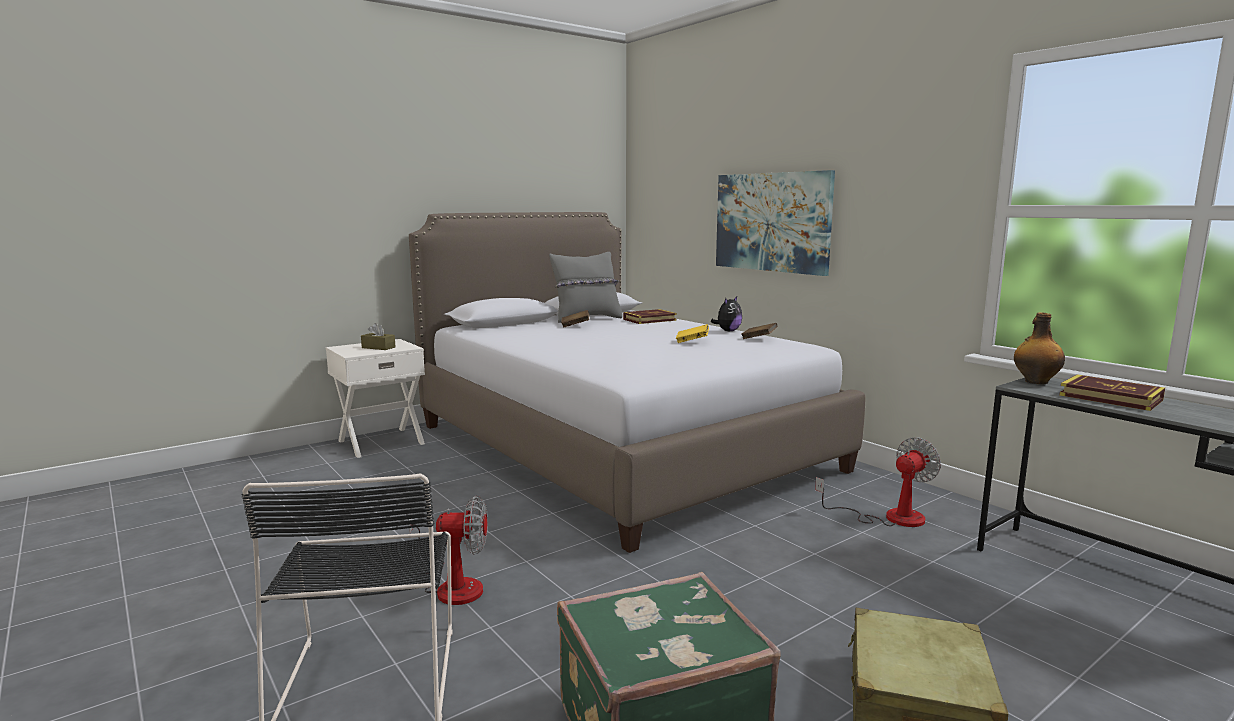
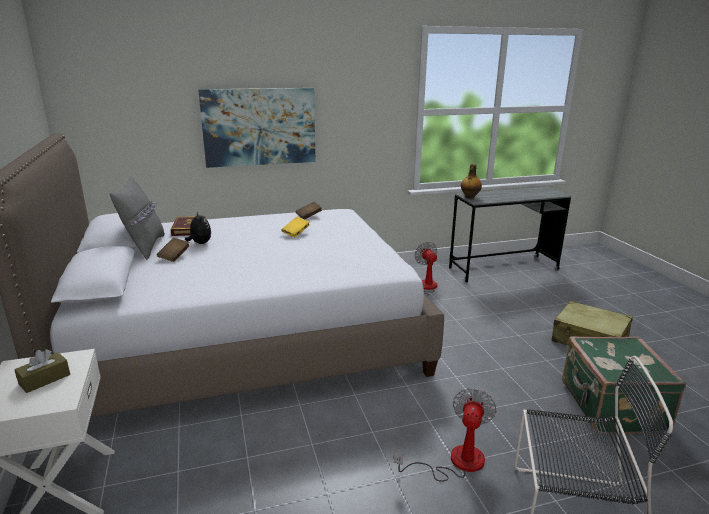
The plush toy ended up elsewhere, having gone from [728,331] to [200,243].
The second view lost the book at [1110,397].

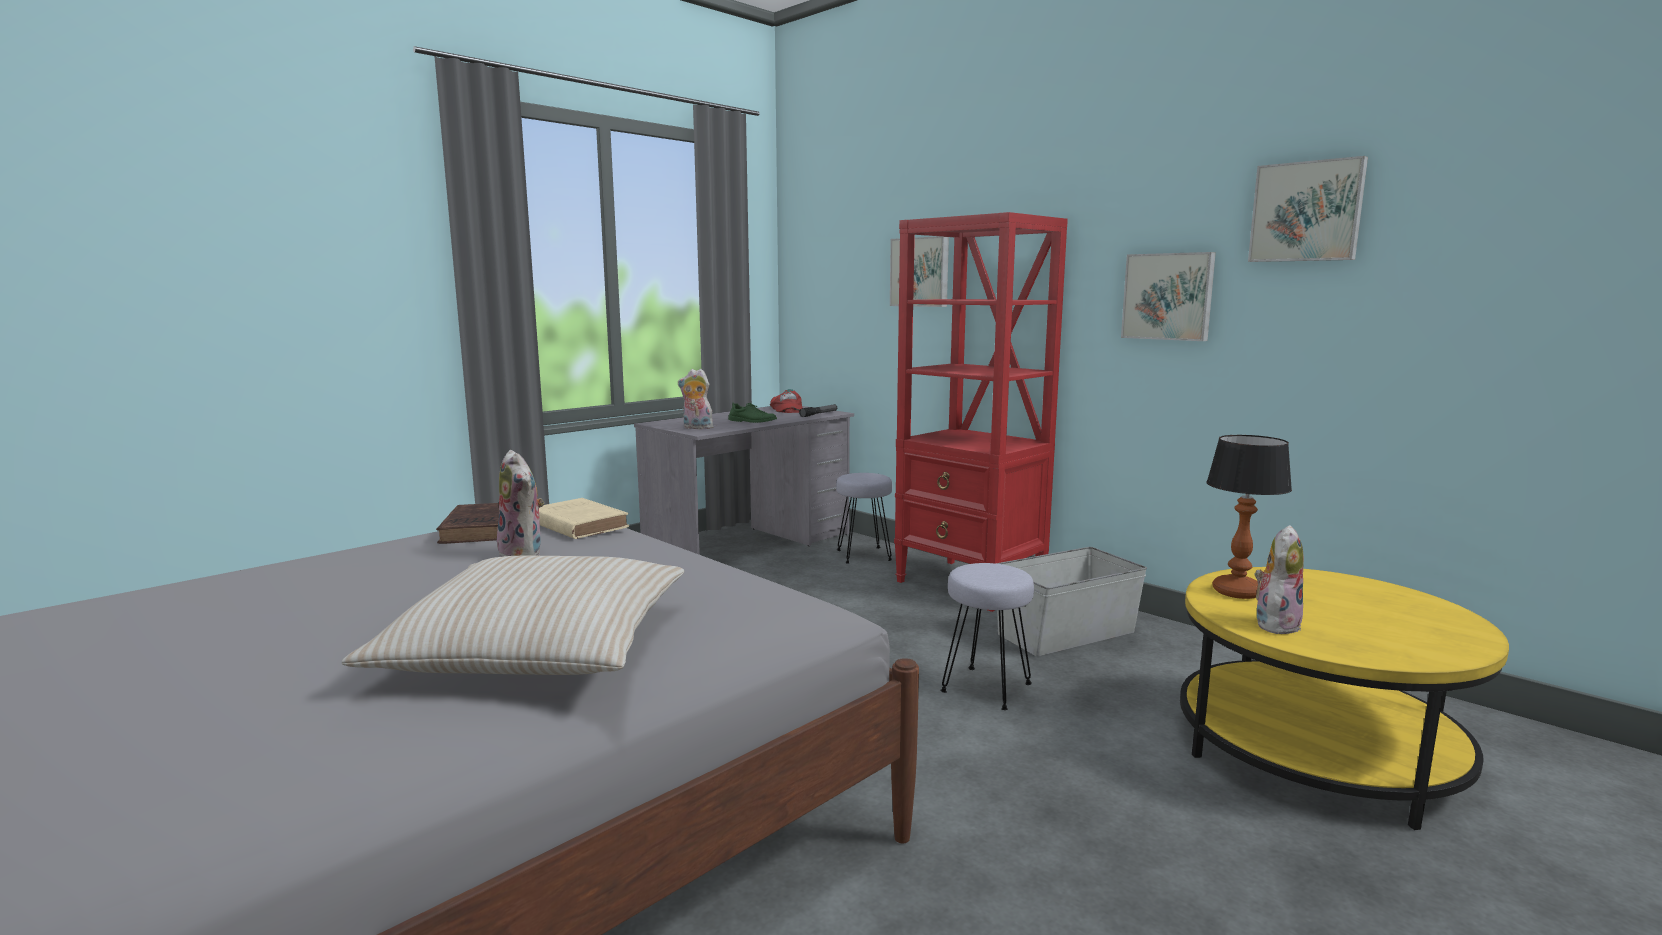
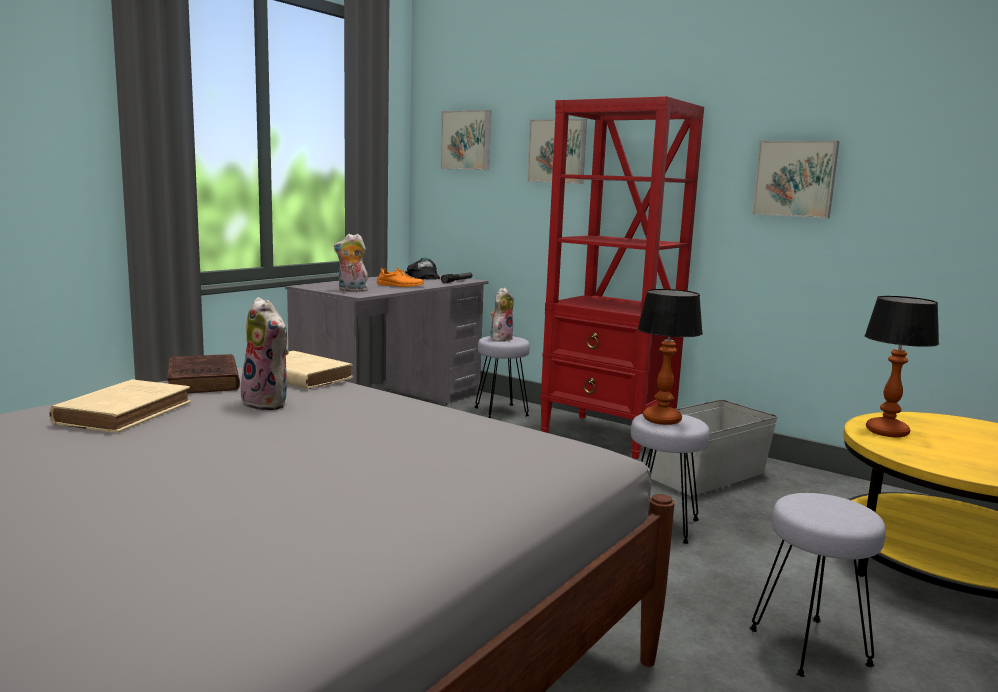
The picture ended up elsewhere, having gone from [1307,212] to [467,140].
What was the red cap at [787,409] turned into the black cap at [423,276].
What was the green shoe at [752,421] turned into the orange shoe at [400,285].
The plush toy ended up elsewhere, having gone from [1275,624] to [500,339].
The second view lost the beige pillow at [539,646].
The second view gained the table lamp at [661,420].
The second view gained the beige book at [127,412].
The second view gained the grey stool at [811,647].

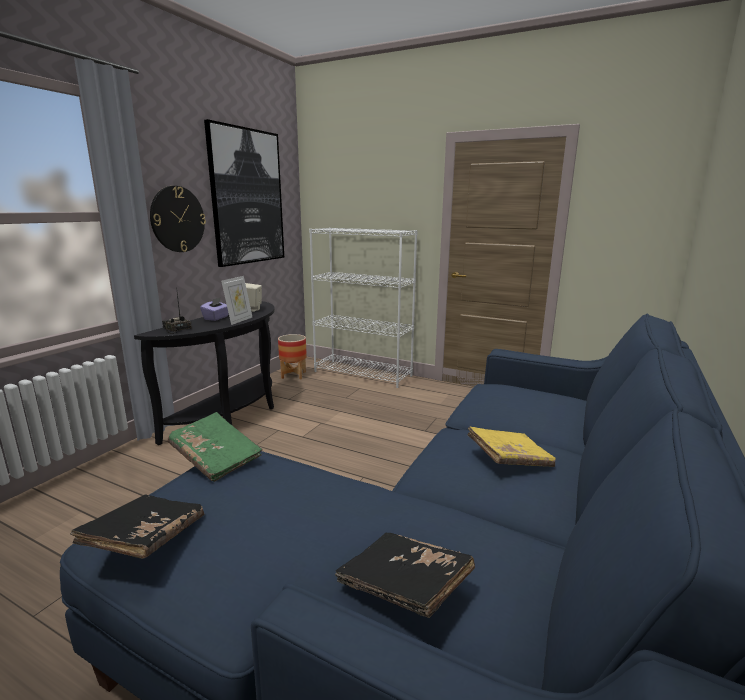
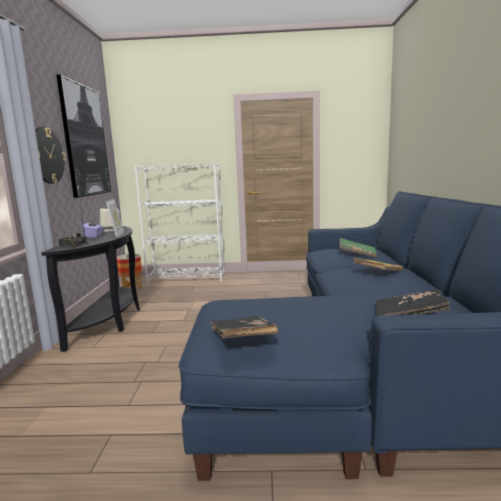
The green book ended up elsewhere, having gone from [216,457] to [357,254].

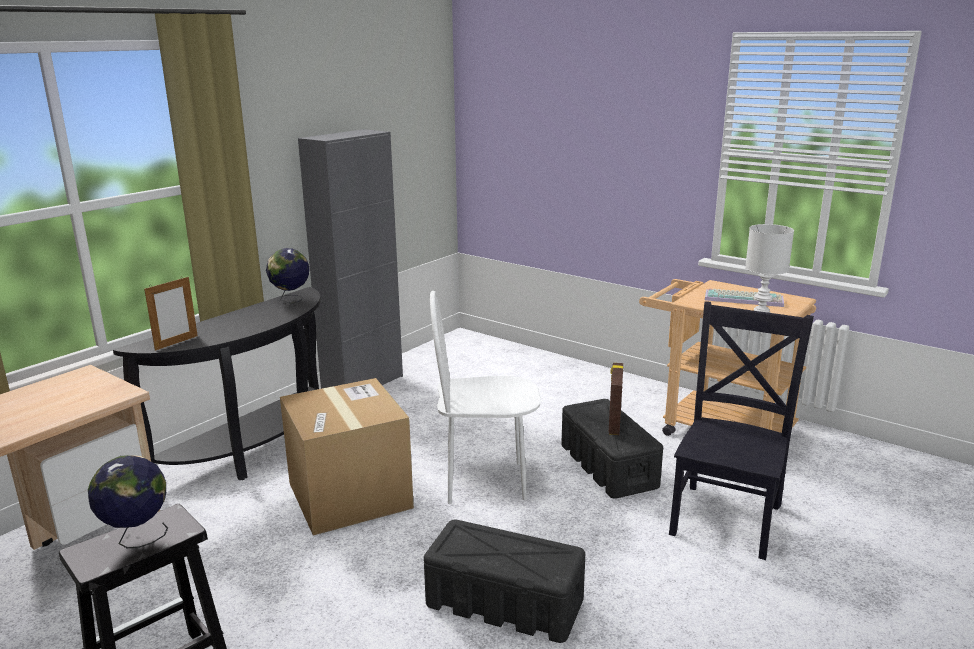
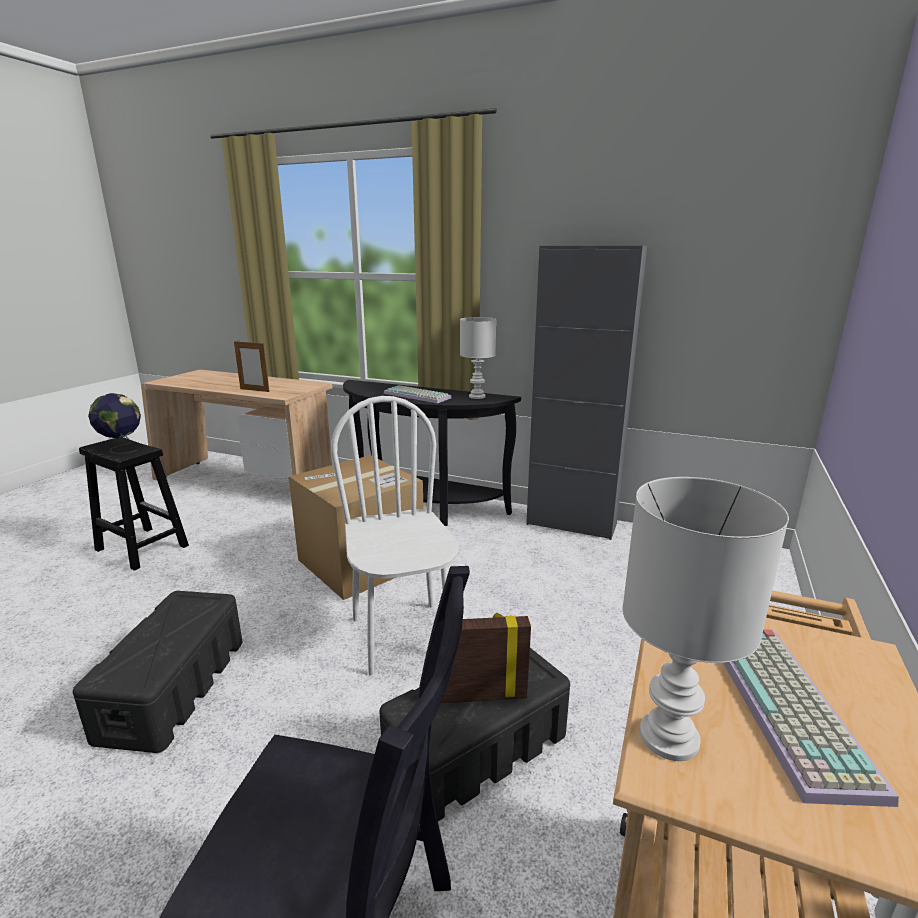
Where the globe stood at [291,300], the white table lamp came to stand at [477,397].
The picture frame ended up elsewhere, having gone from [176,343] to [254,390].
The second view gained the keyboard at [418,395].

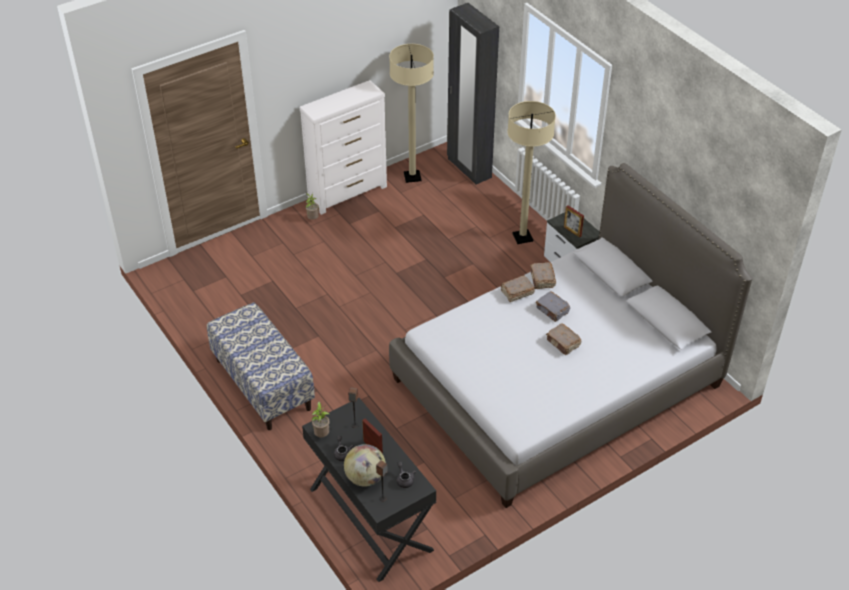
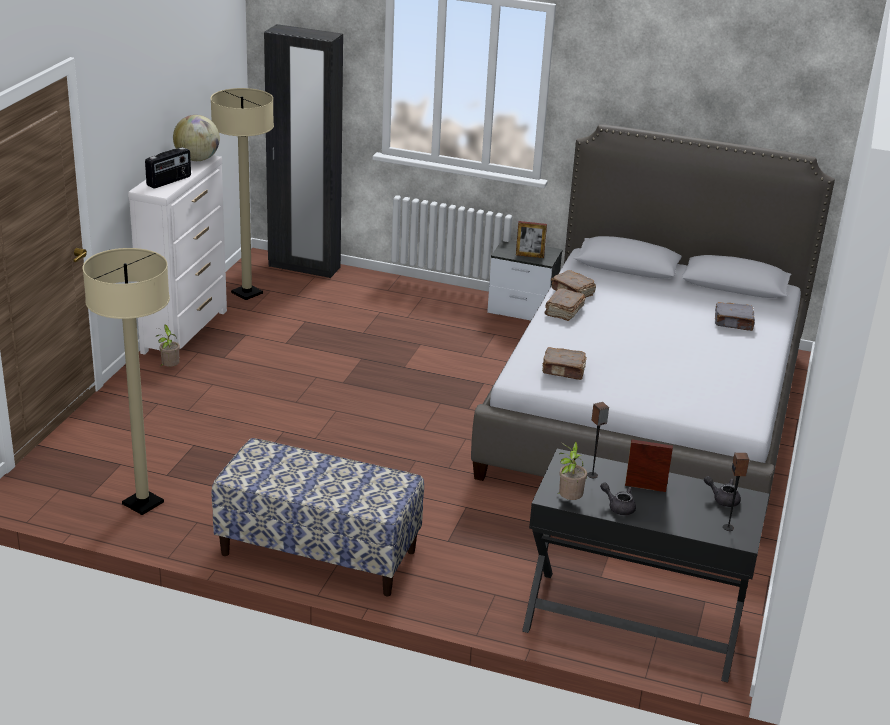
The beige floor lamp ended up elsewhere, having gone from [522,237] to [143,503].
The grey book ended up elsewhere, having gone from [552,310] to [734,323].
The brown book ended up elsewhere, having gone from [563,343] to [564,371].
The globe ended up elsewhere, having gone from [365,477] to [197,159].
The second view gained the radio at [169,181].

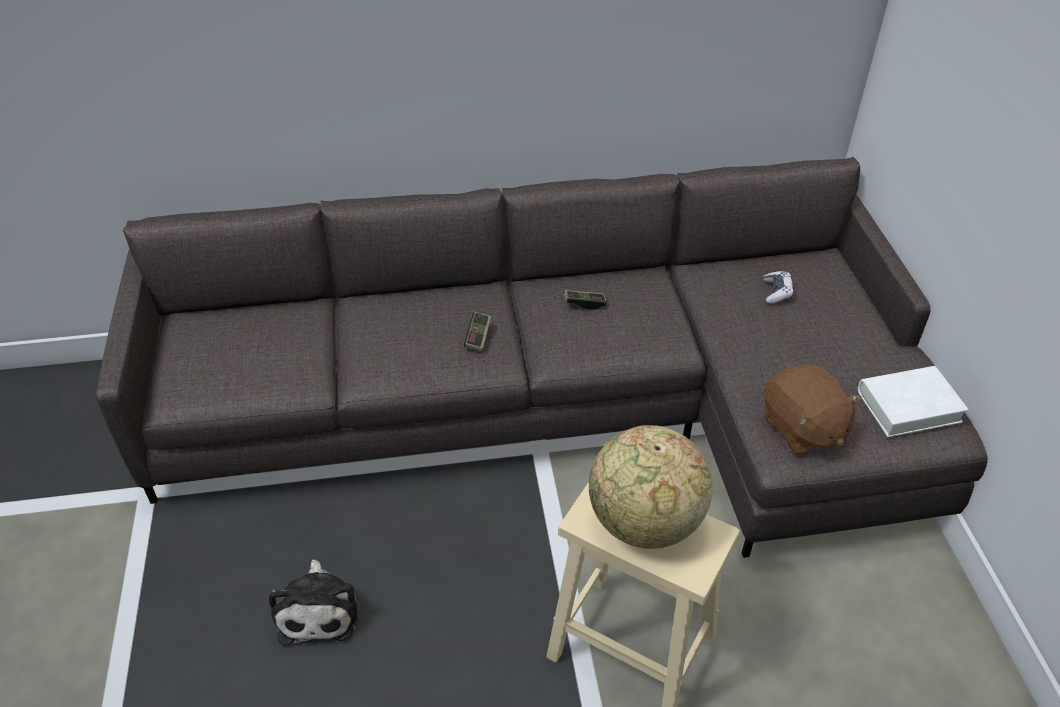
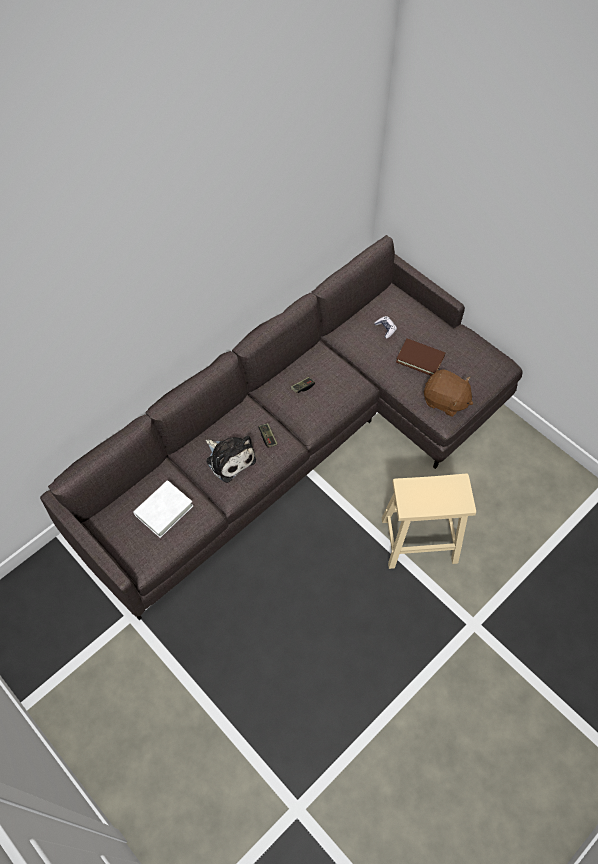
The white book ended up elsewhere, having gone from [908,406] to [164,510].
The second view lost the globe at [644,523].
The plush toy ended up elsewhere, having gone from [319,609] to [229,458].
The second view gained the brown book at [420,359].

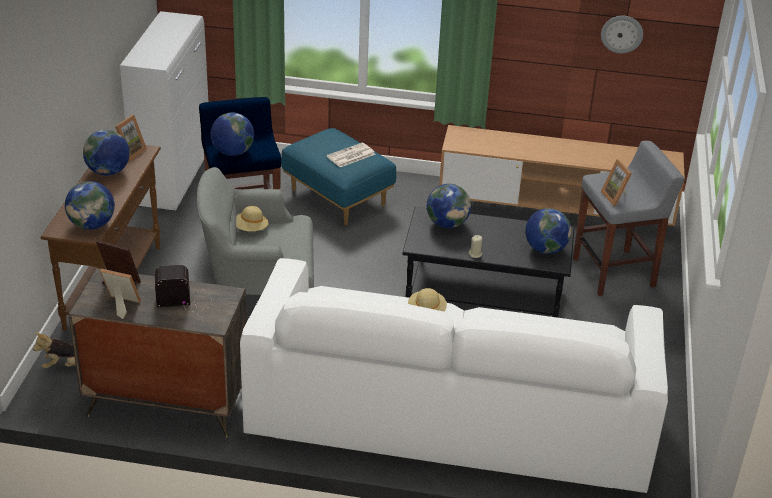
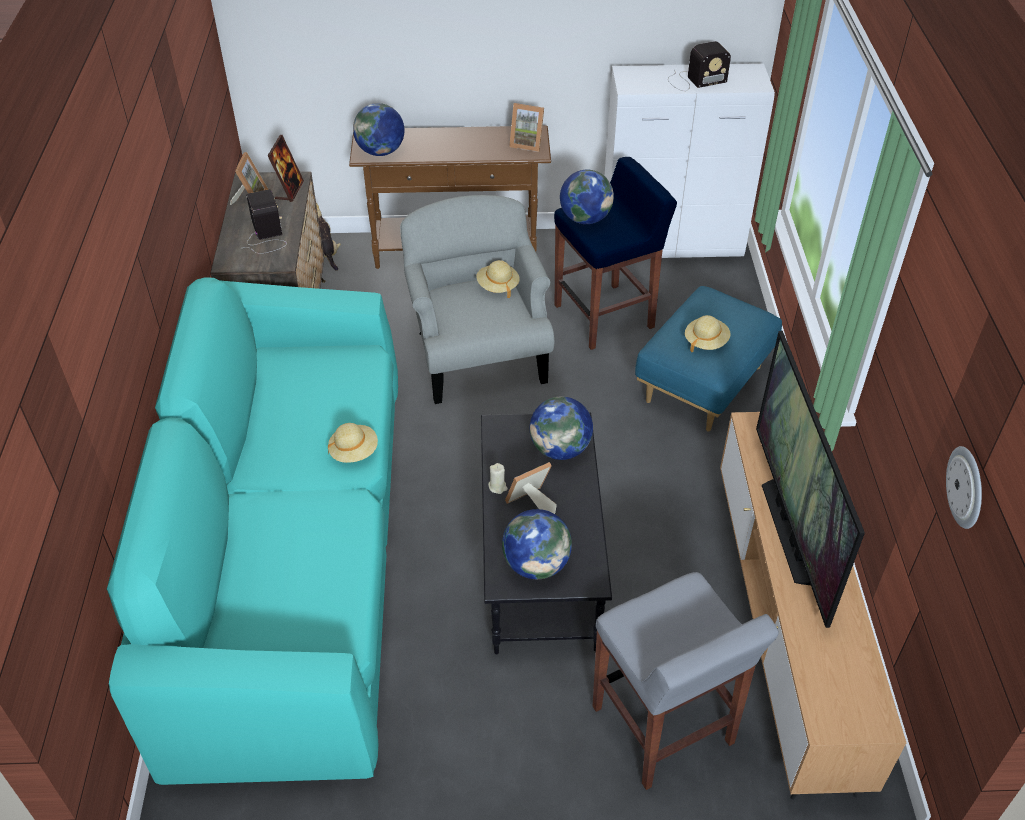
The second view lost the globe at [108,172].
Where the newspaper stood at [350,156], the beige hat came to stand at [706,341].
The picture frame ended up elsewhere, having gone from [616,197] to [530,504].
What was the white sofa at [450,416] turned into the turquoise sofa at [294,558].
The second view gained the radio at [694,80].
The second view gained the television at [790,531].

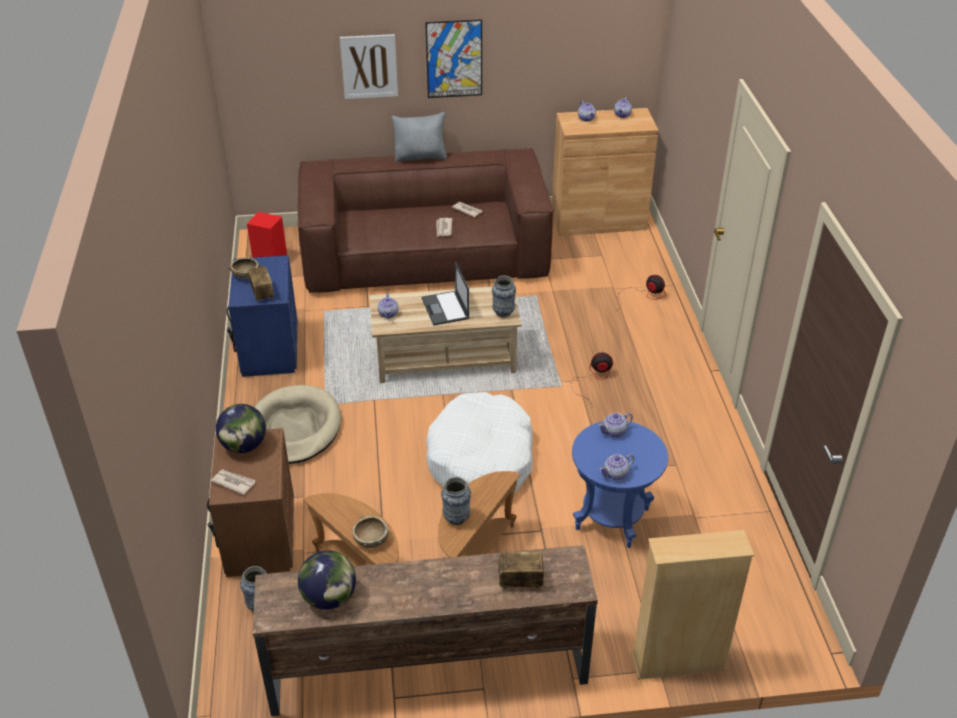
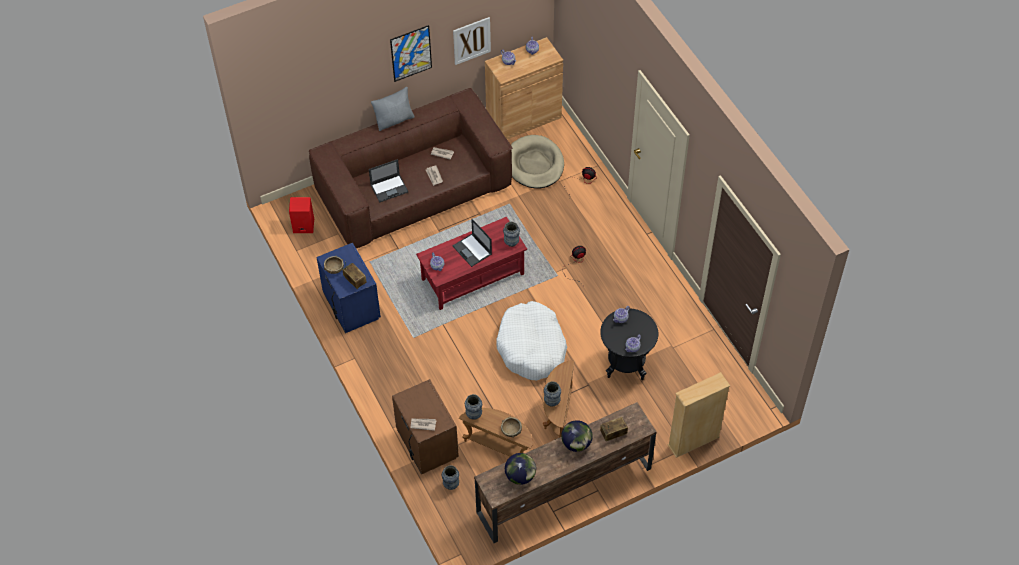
The picture ended up elsewhere, having gone from [369,66] to [471,40].
What was the beige coffee table at [445,358] turned into the red coffee table at [473,276].
The beige dog bed ended up elsewhere, having gone from [294,429] to [534,164].
The globe ended up elsewhere, having gone from [244,446] to [576,443].
What was the blue side table at [612,519] turned into the black side table at [626,364].
The second view gained the laptop at [389,188].
The second view gained the vase at [474,415].

